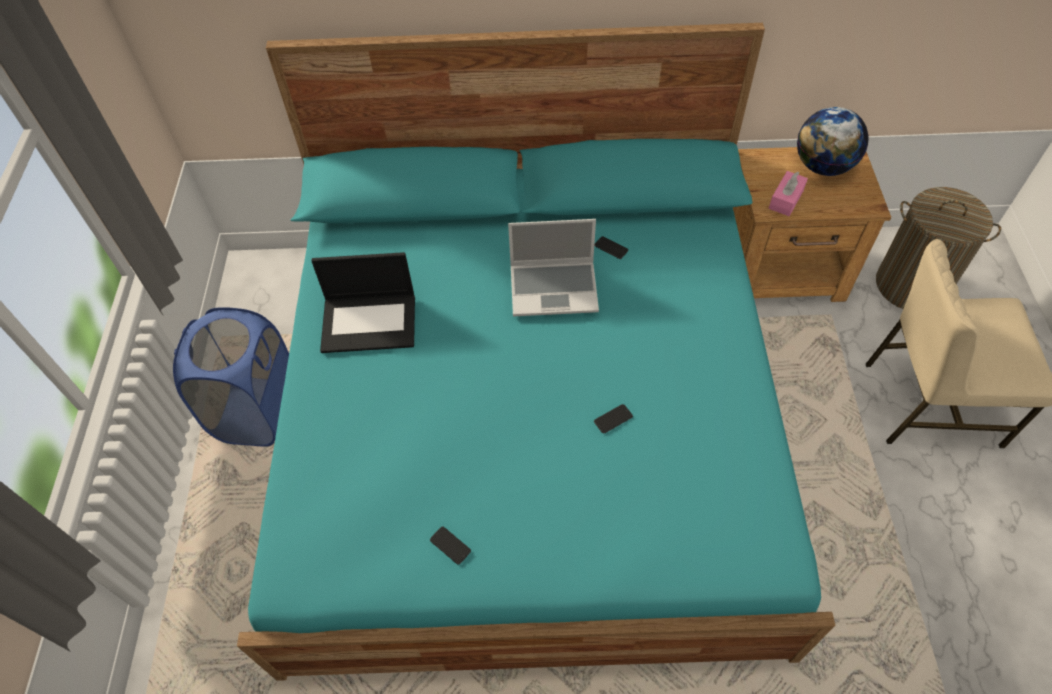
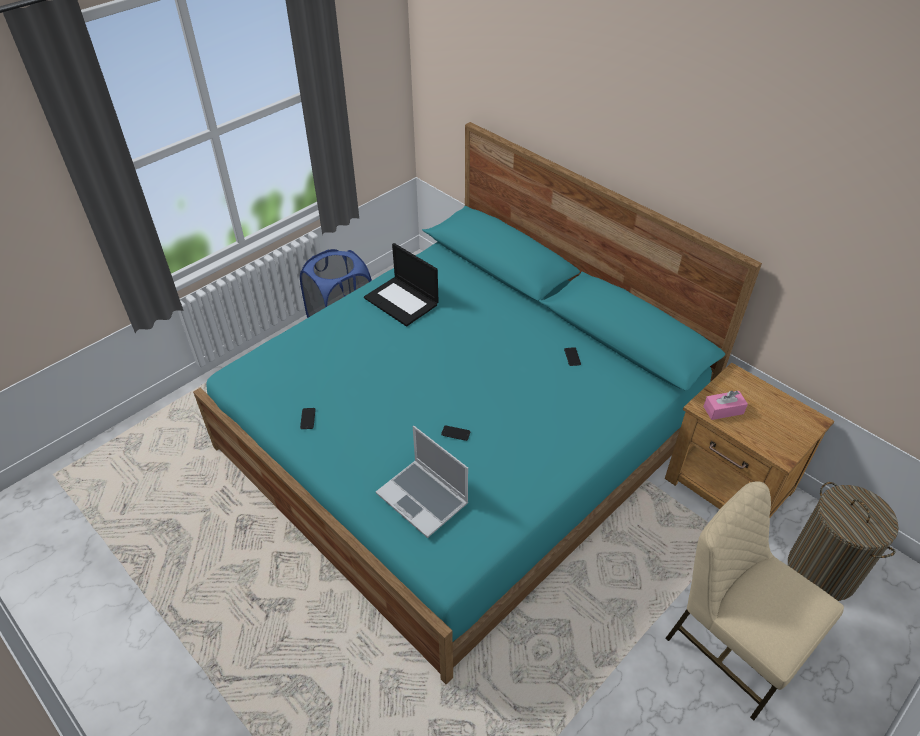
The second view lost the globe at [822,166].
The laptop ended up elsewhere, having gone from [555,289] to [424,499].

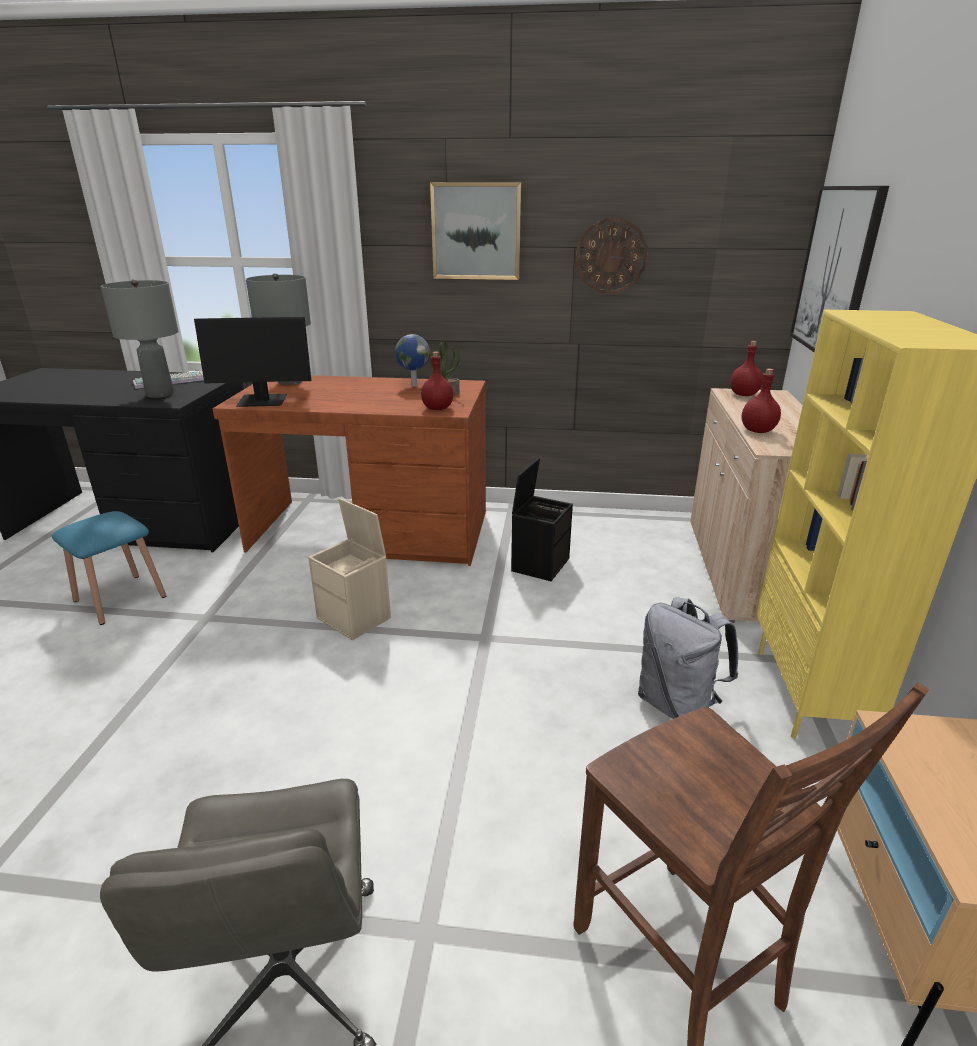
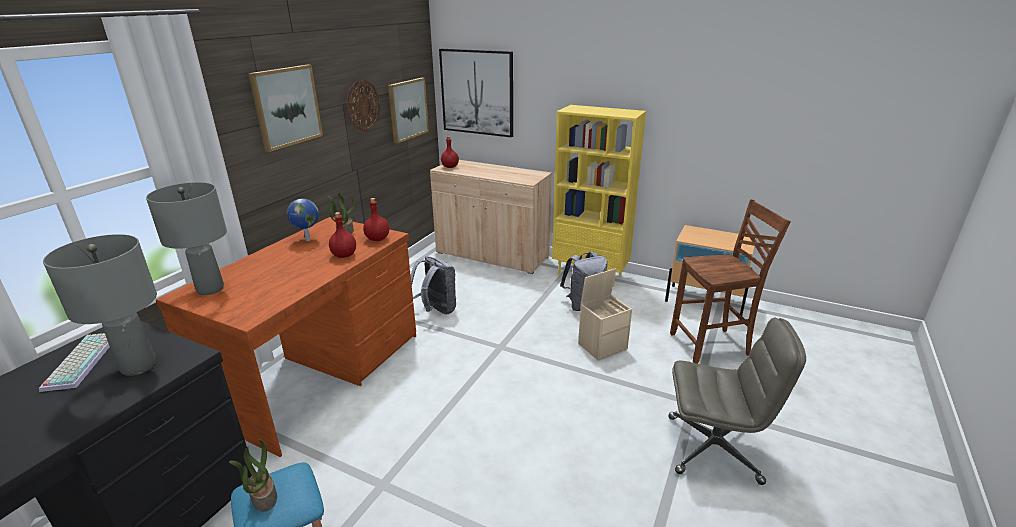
The second view lost the monitor at [262,401].
The red bottle ended up elsewhere, having gone from [757,431] to [344,255].
Where the black storage box stood at [540,564], the grey backpack came to stand at [436,310].
The beige storage box ended up elsewhere, having gone from [355,618] to [602,345].
The second view gained the picture at [408,109].
The second view gained the potted plant at [263,497].

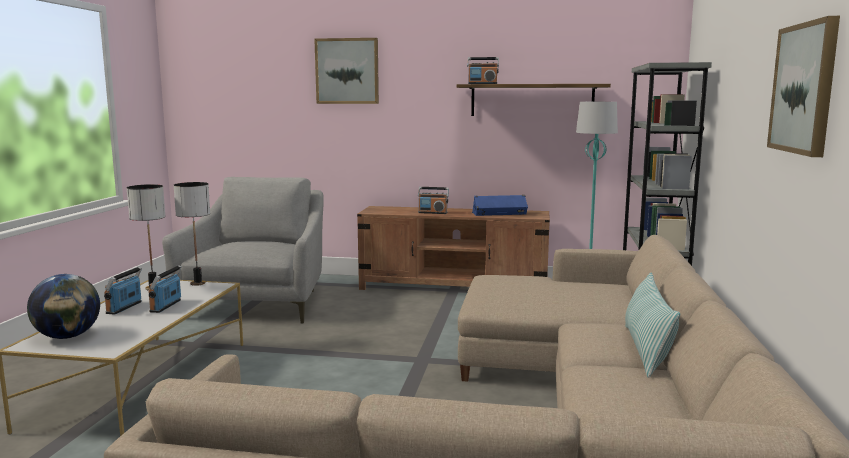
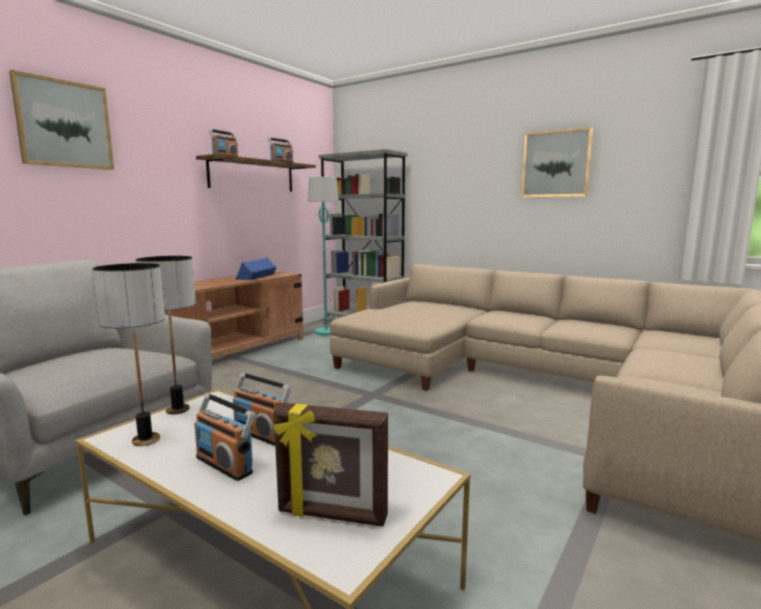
The radio ended up elsewhere, having gone from [433,213] to [281,162].
The second view lost the pillow at [646,350].
Where the globe stood at [68,336], the picture frame came to stand at [332,515].

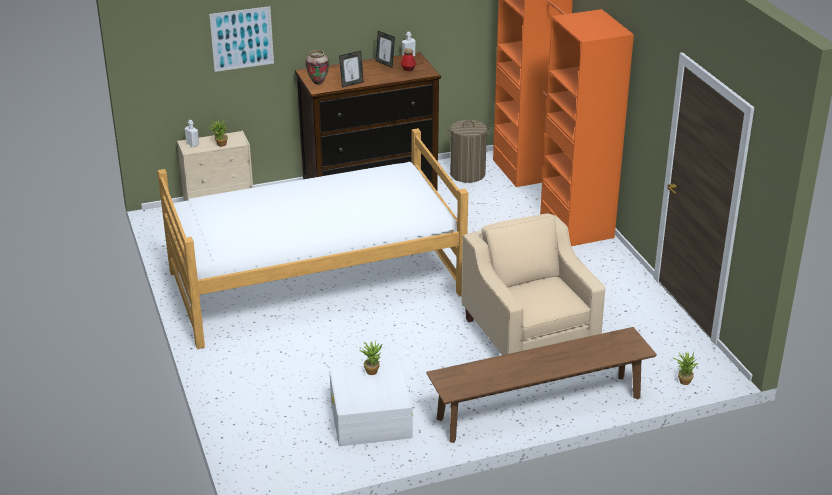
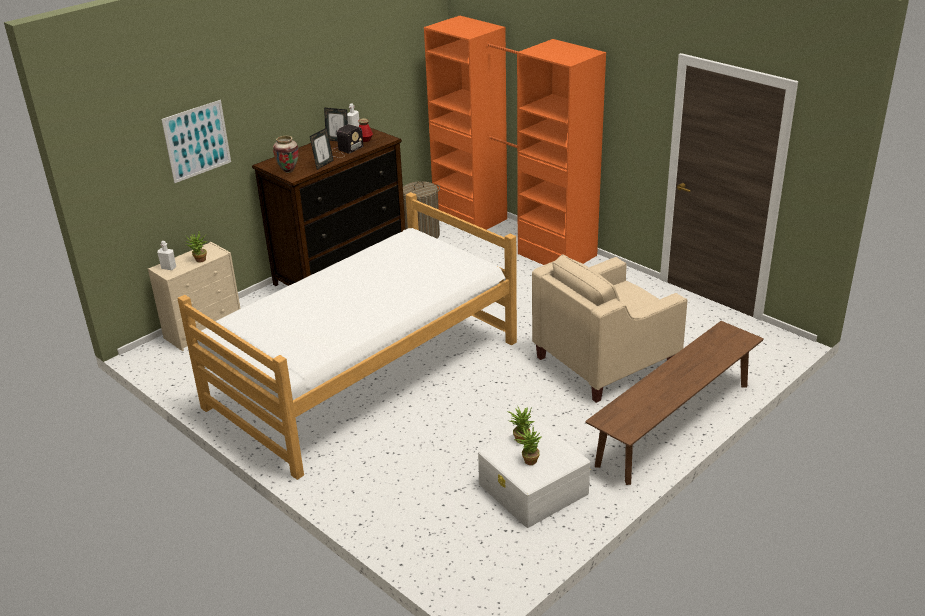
The beige armchair at [529,336] ended up facing another way, 75 degrees counterclockwise from before.
The potted plant ended up elsewhere, having gone from [683,380] to [528,460].
The second view gained the radio at [344,150].

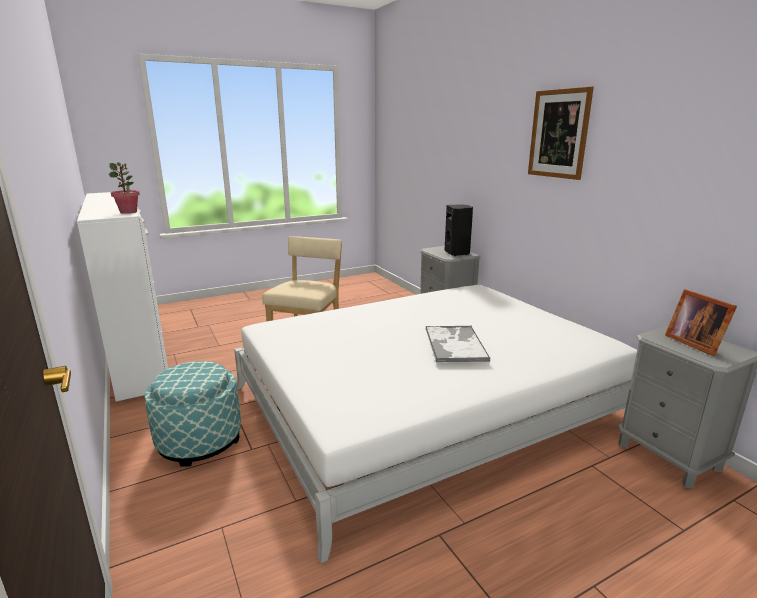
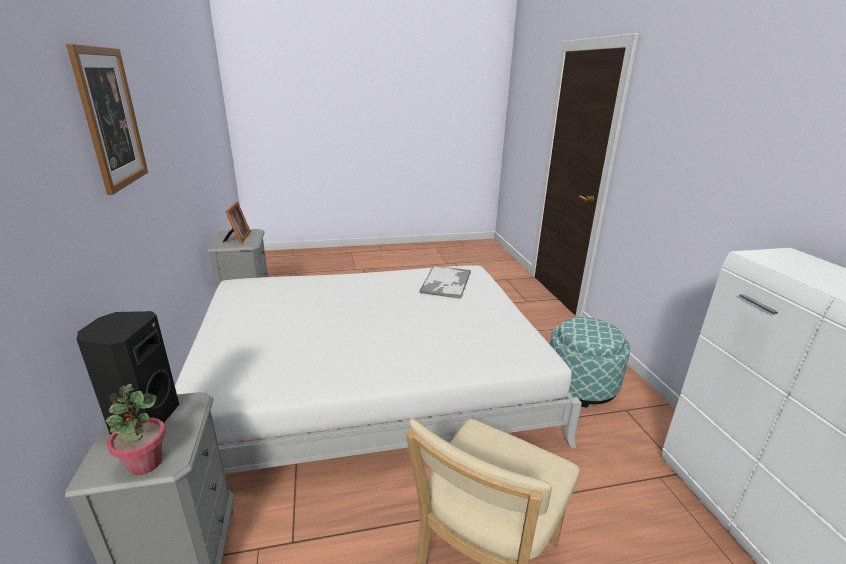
The potted plant ended up elsewhere, having gone from [128,212] to [145,463].
The tray ended up elsewhere, having gone from [454,344] to [446,283].

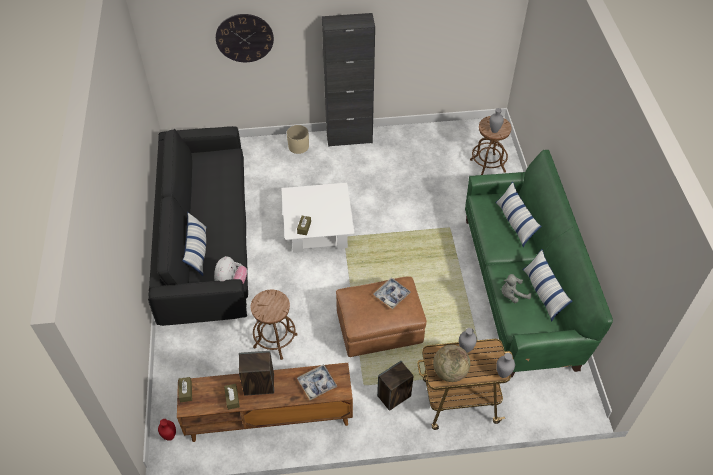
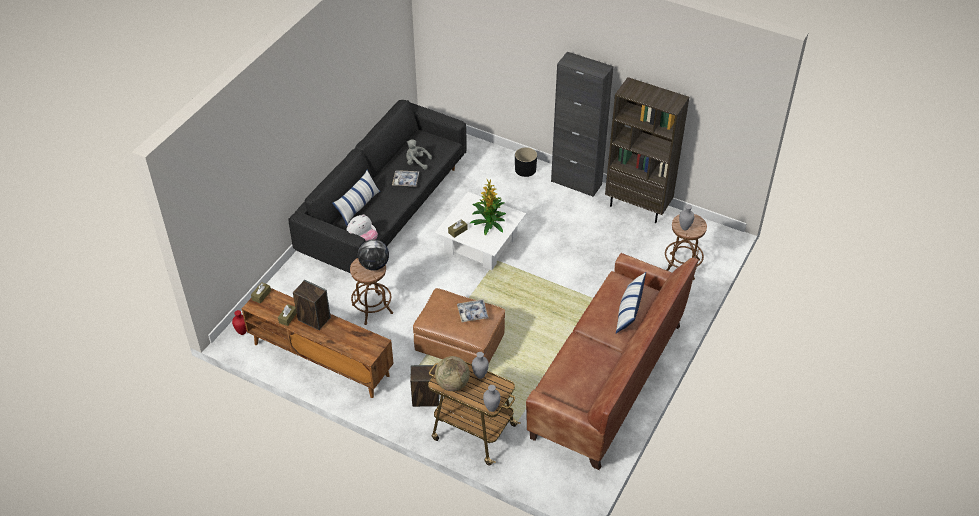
The second view lost the wall clock at [244,38].
What was the beige planter at [298,146] turned into the black planter at [525,169].
What was the green sofa at [519,290] turned into the brown sofa at [608,380].
The second view lost the pillow at [543,293].
The grey plush toy ended up elsewhere, having gone from [512,295] to [416,162].
The tray ended up elsewhere, having gone from [317,384] to [406,181].
The second view gained the brown bookcase at [638,207].
The second view gained the potted plant at [488,222].
The second view gained the globe at [374,265].

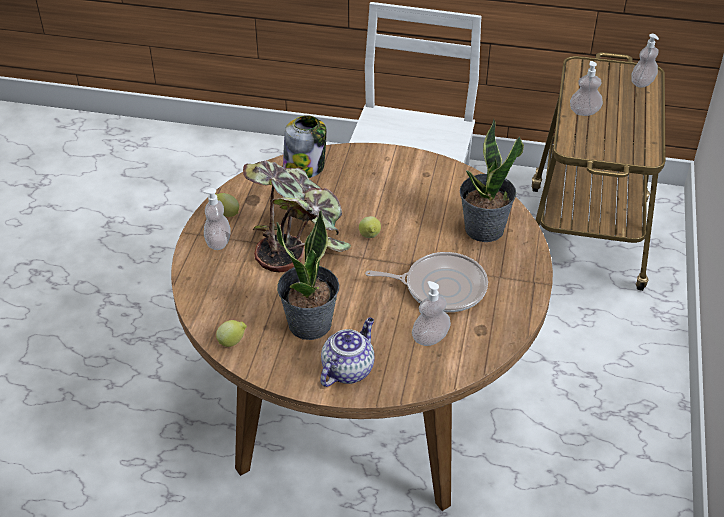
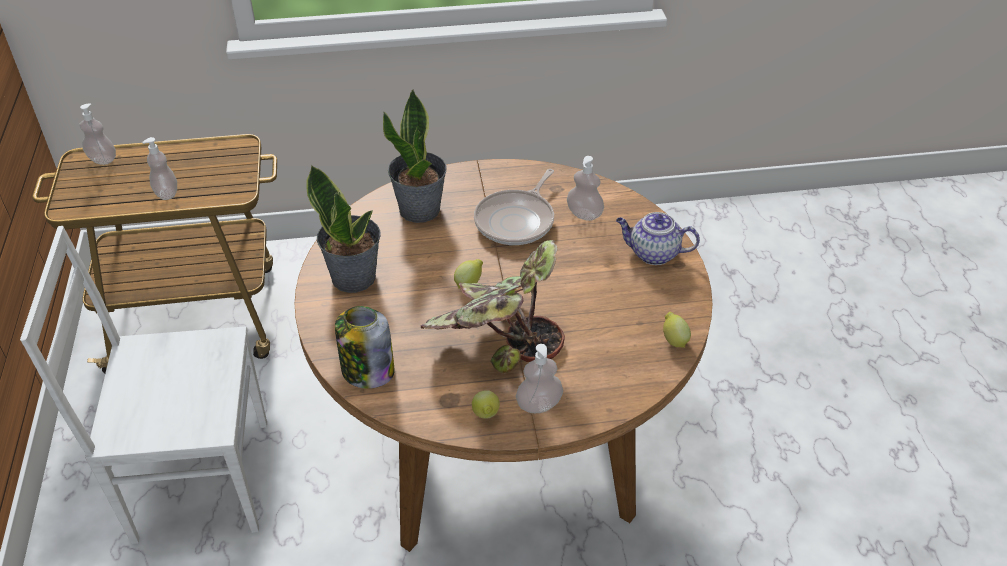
The potted plant ended up elsewhere, having gone from [310,324] to [354,277].
The frying pan at [441,287] ended up facing another way, 135 degrees counterclockwise from before.

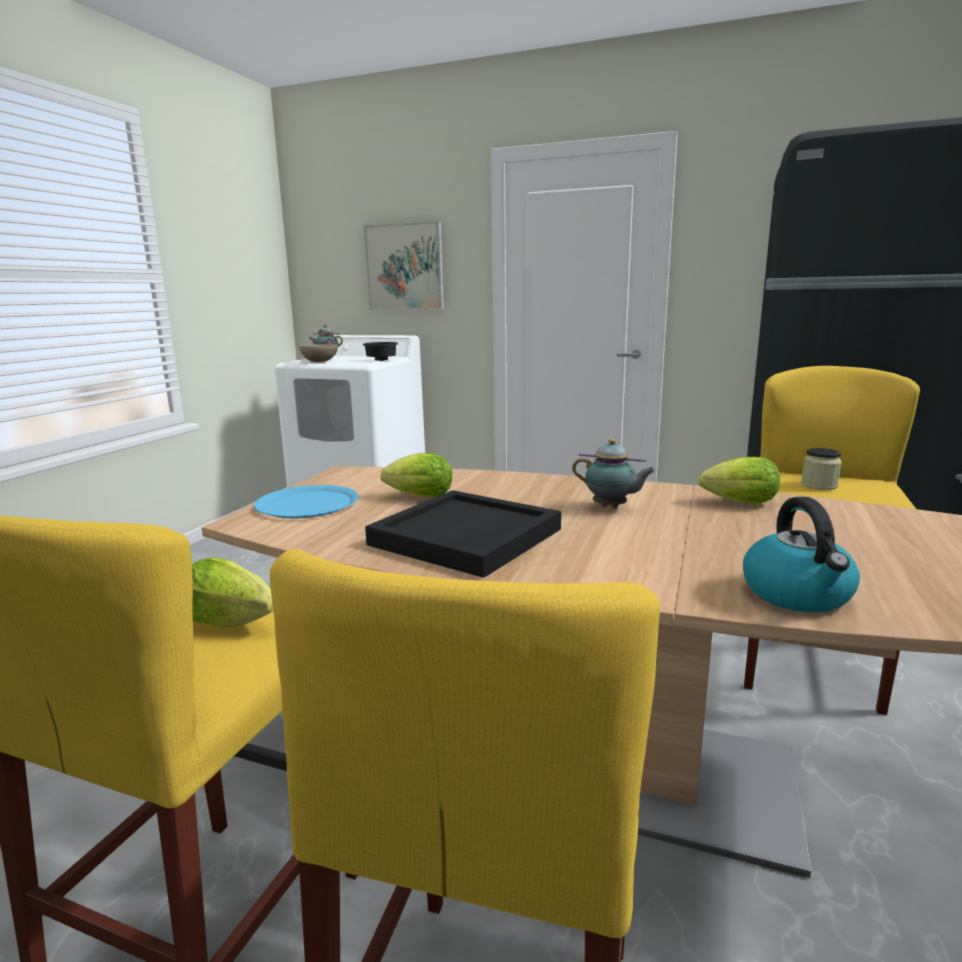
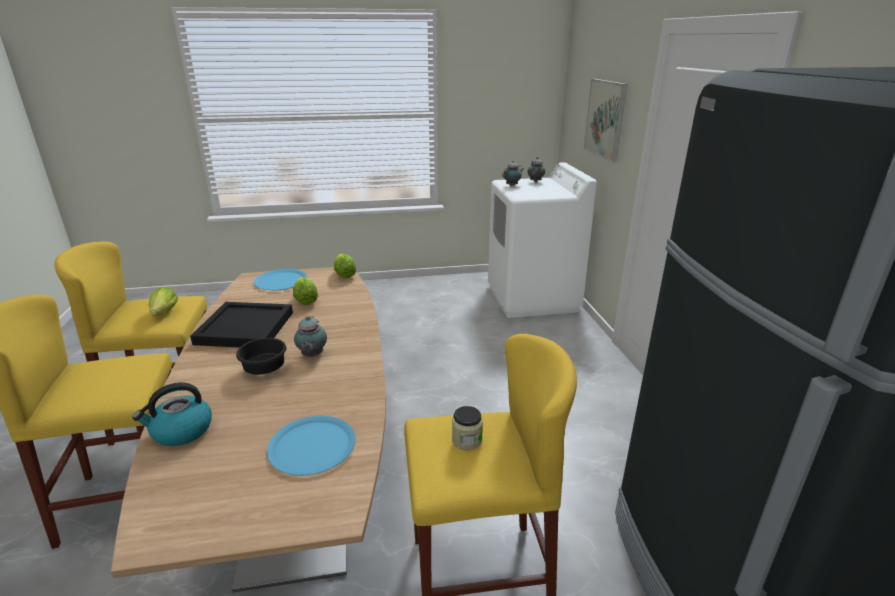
The black bowl ended up elsewhere, having gone from [381,360] to [263,369].
Where the beige bowl stood at [320,362], the teapot came to stand at [512,185].
The lettuce ended up elsewhere, having gone from [735,502] to [344,274].
The second view gained the blue plate at [312,446].

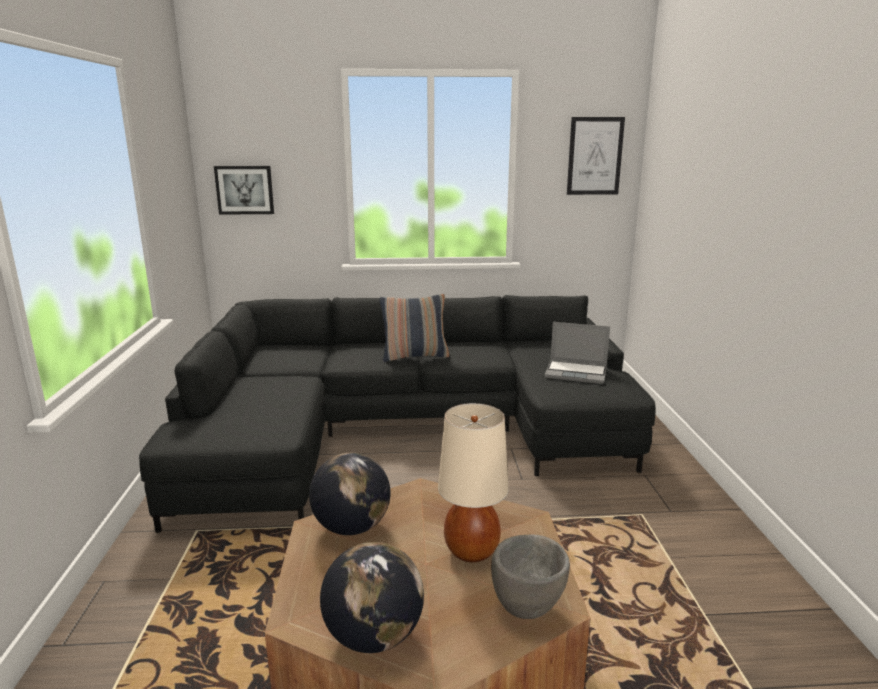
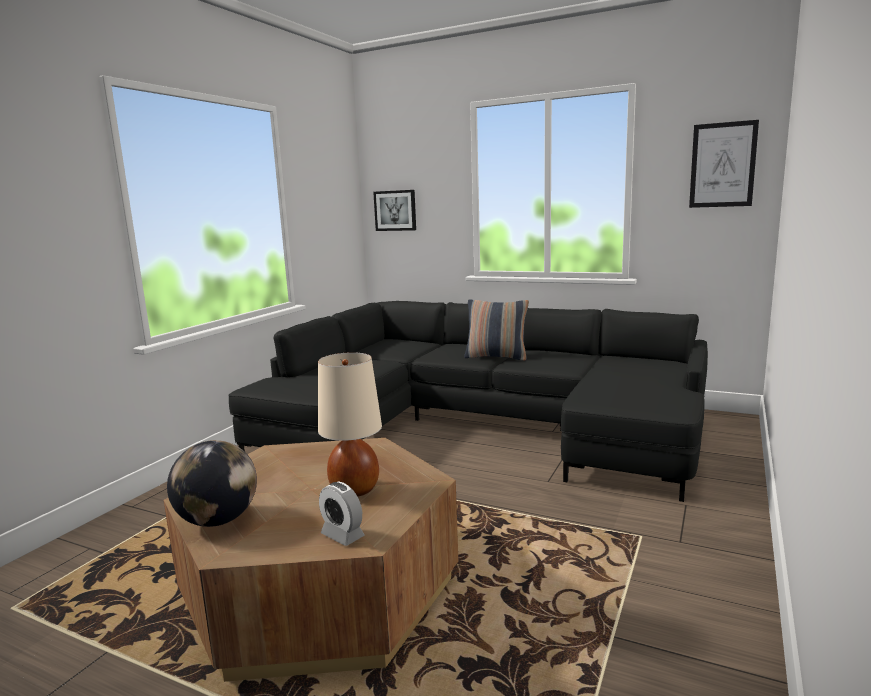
The second view lost the laptop at [577,373].
The second view lost the globe at [352,527].
Where the grey bowl stood at [528,608], the alarm clock came to stand at [342,535].

